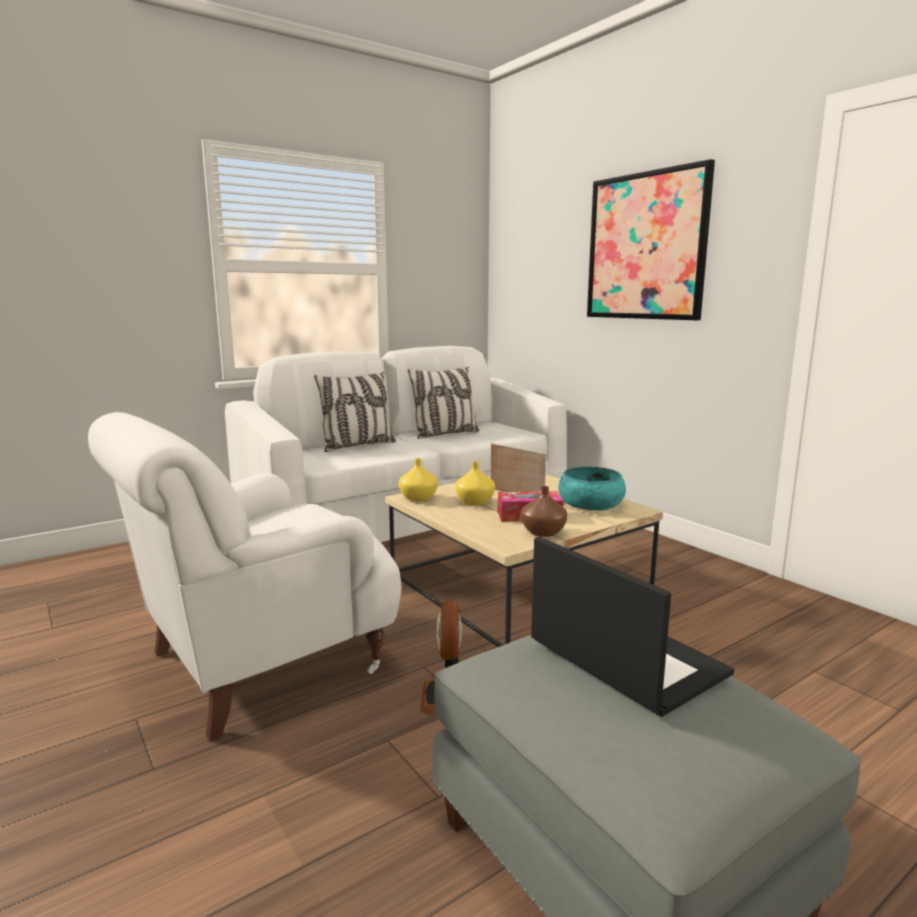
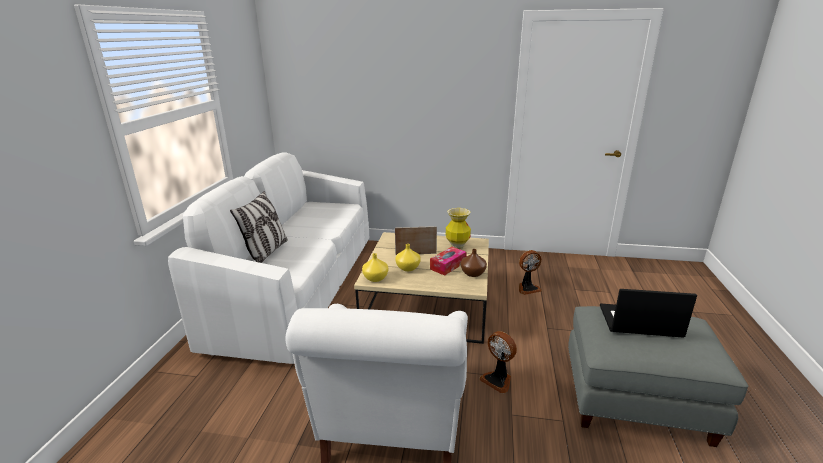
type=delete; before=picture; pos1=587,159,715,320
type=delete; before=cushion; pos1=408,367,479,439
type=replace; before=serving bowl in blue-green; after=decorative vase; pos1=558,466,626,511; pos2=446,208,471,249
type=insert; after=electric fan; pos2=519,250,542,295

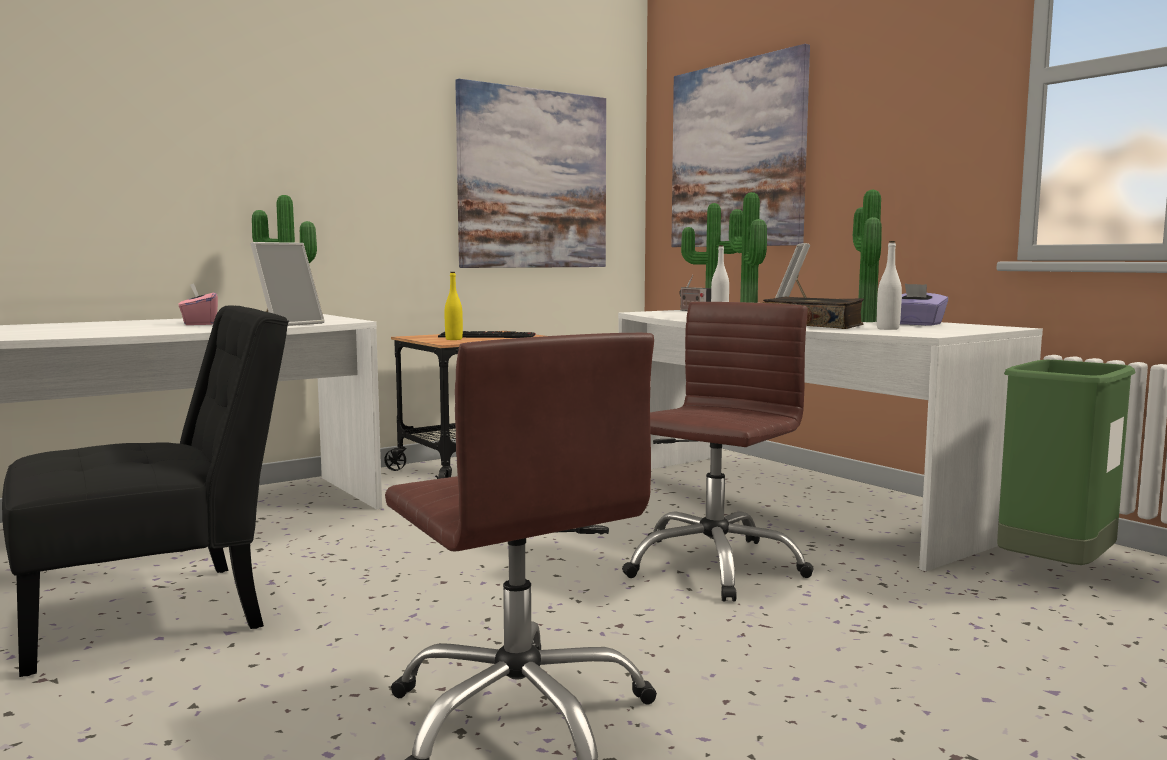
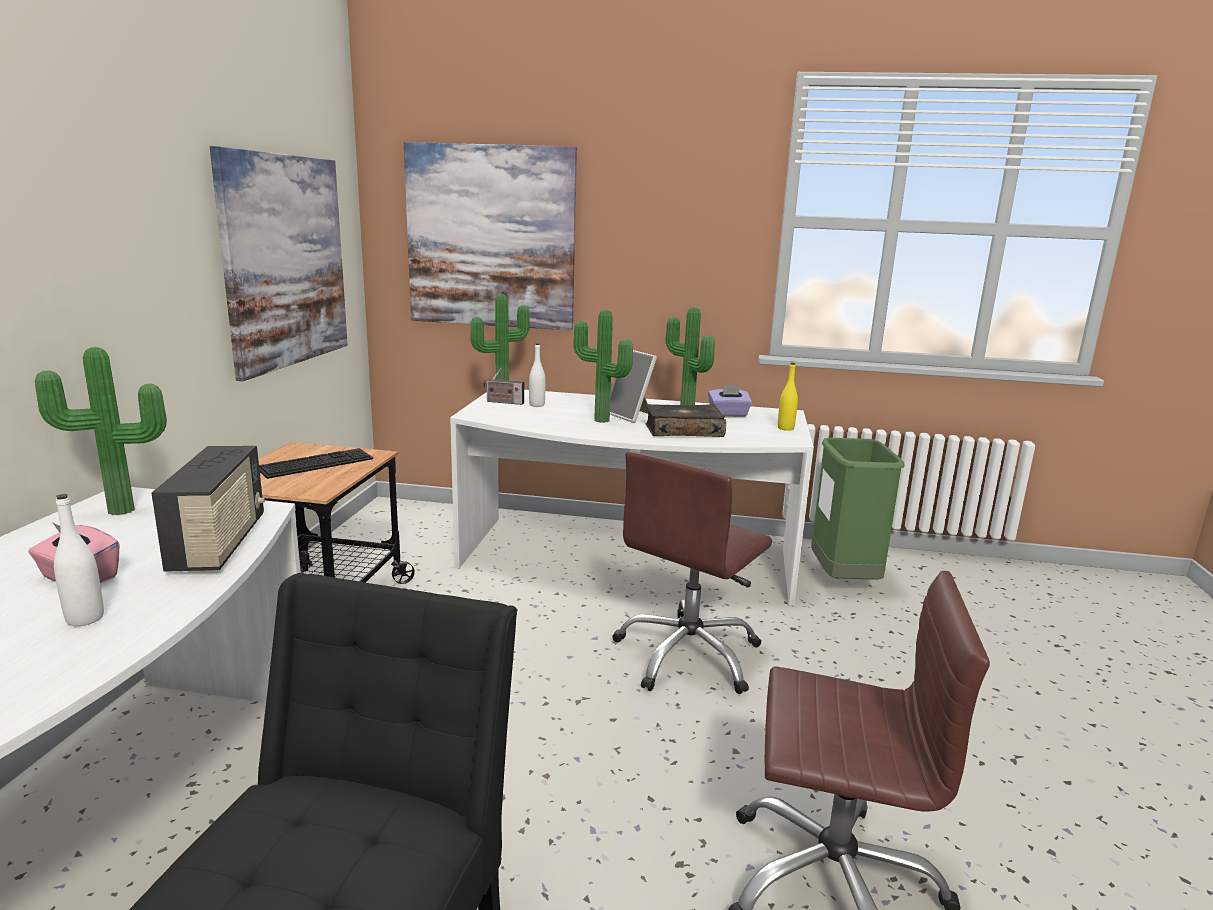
type=move; before=beverage bottle in whitish; pos1=877,241,902,330; pos2=54,494,104,626
type=replace; before=standing frame; after=radio set; pos1=251,242,325,326; pos2=151,446,265,572
type=move; before=beverage bottle in yellowish; pos1=445,272,463,340; pos2=778,363,798,431
type=rotate; before=computer chair in brown; pos1=622,302,814,601; pos2=612,451,772,694; turn=-135

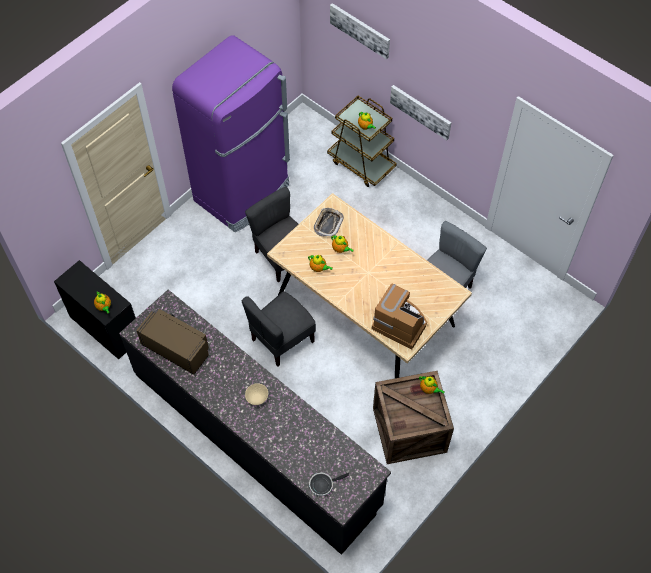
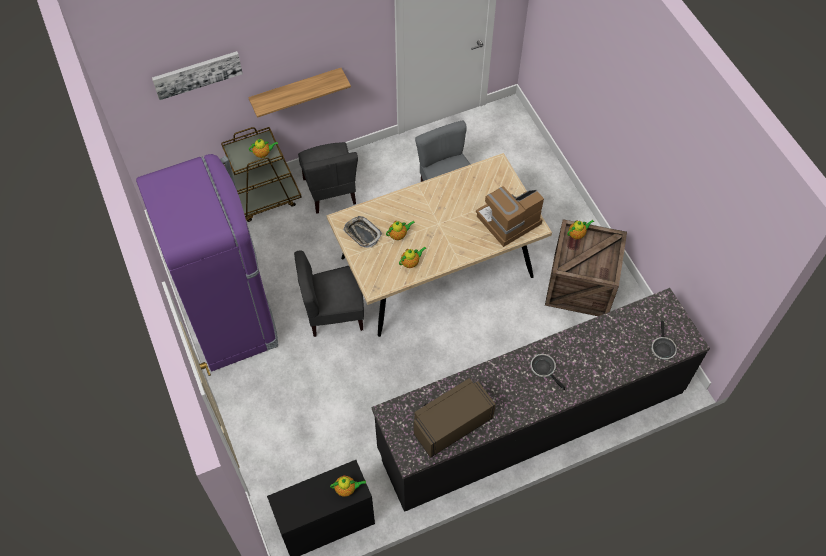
type=replace; before=picture; after=shelf; pos1=390,85,452,140; pos2=248,68,351,118
type=move; before=plain chair in greyish; pos1=242,291,316,366; pos2=298,142,358,214
type=replace; before=serving bowl in sand-coloured; after=skillet; pos1=245,383,268,405; pos2=530,354,565,390

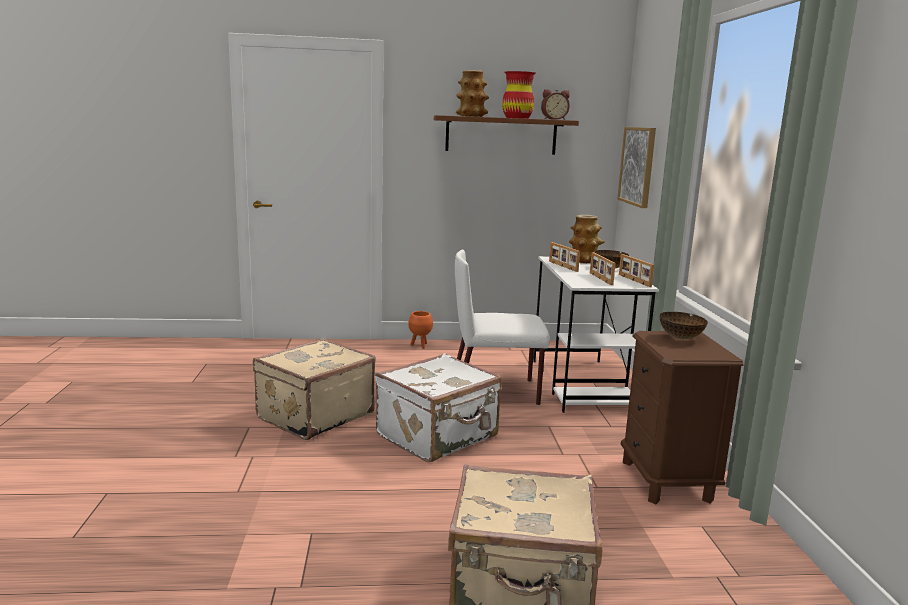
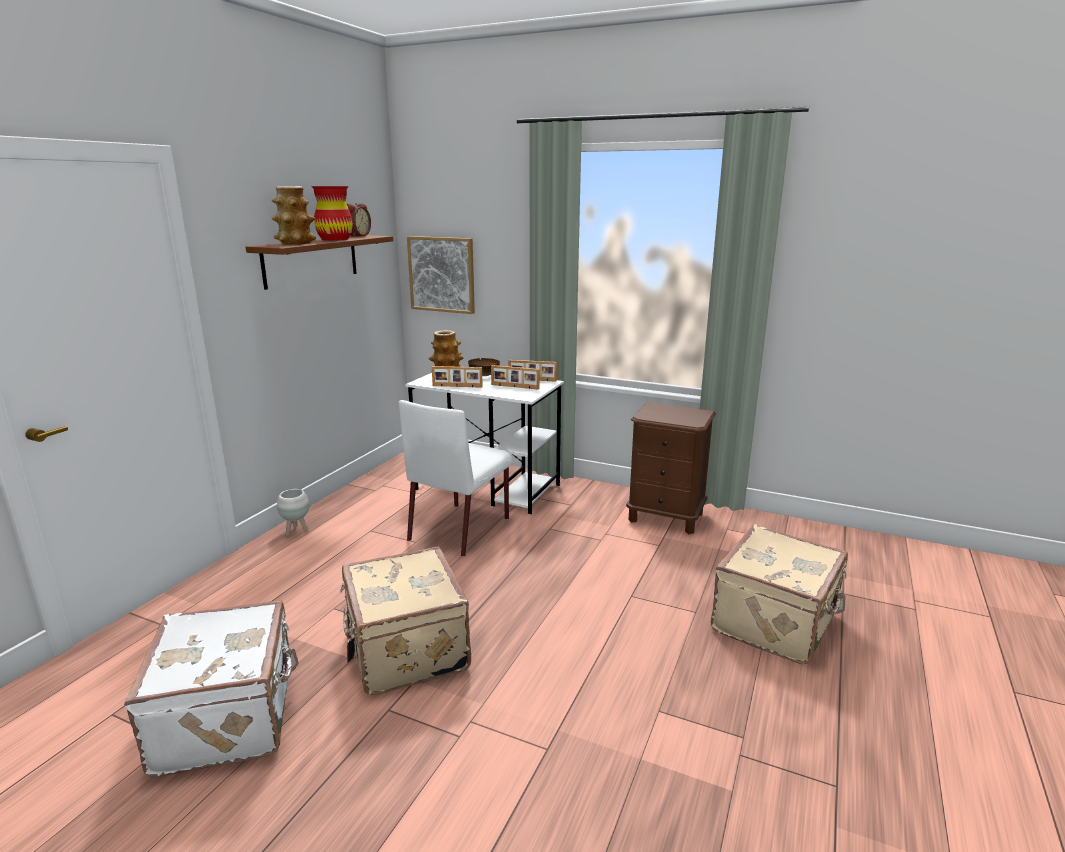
type=recolor; before=flower pot in orange; after=flower pot in whitish; pos1=408,311,433,349; pos2=277,489,309,536
type=delete; before=serving bowl; pos1=660,312,708,339
type=move; before=travel case in whitish; pos1=375,353,502,462; pos2=124,600,299,777

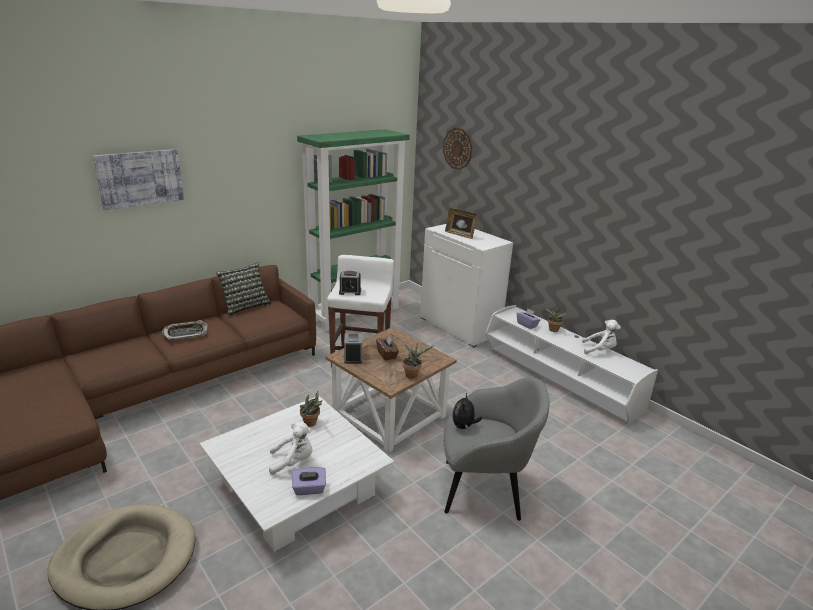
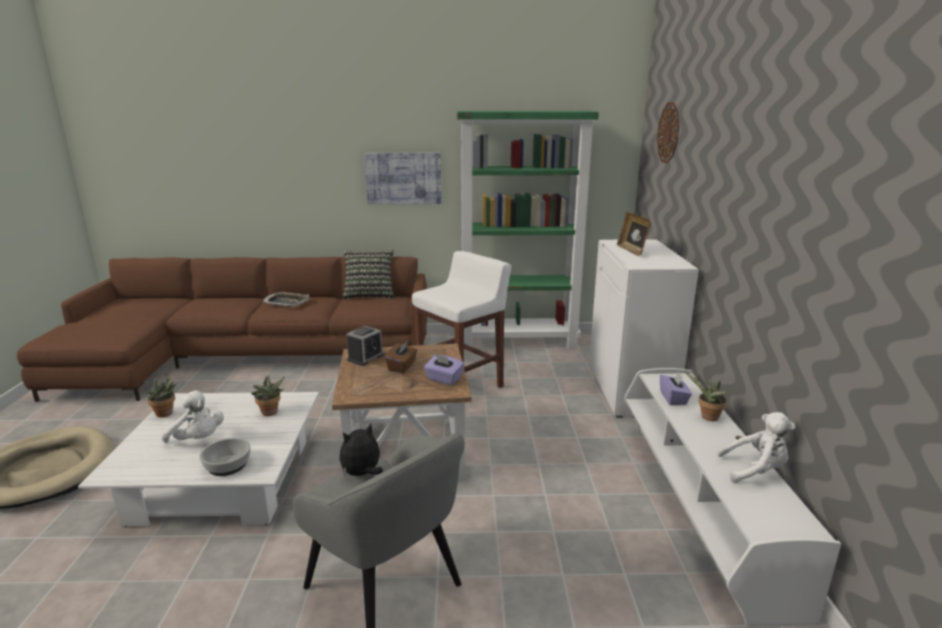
type=move; before=picture; pos1=93,149,184,210; pos2=364,153,442,204
type=delete; before=bedside clock; pos1=339,271,361,295
type=rotate; before=plush toy in whitish; pos1=582,320,621,354; pos2=717,412,795,483; turn=-45
type=move; before=potted plant; pos1=403,343,435,379; pos2=146,373,177,418
type=move; before=tissue holder in purple; pos1=292,467,326,495; pos2=424,354,464,385
type=insert; after=serving bowl; pos2=199,438,250,476

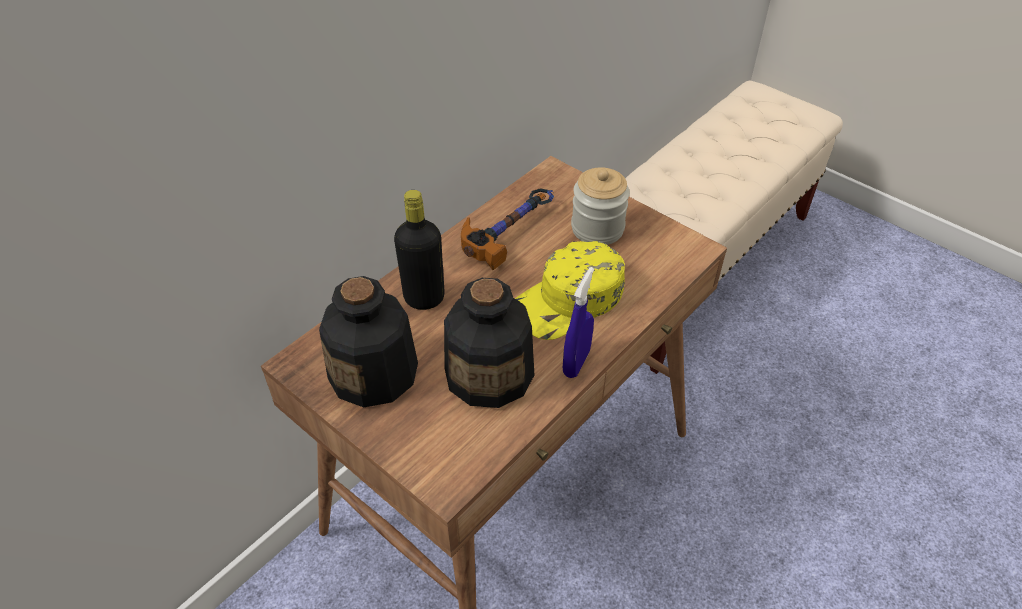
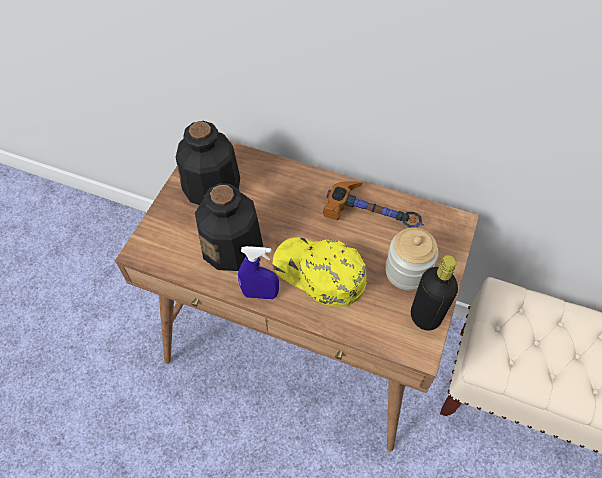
type=move; before=beverage bottle in black-coloured; pos1=394,190,445,310; pos2=411,255,458,331

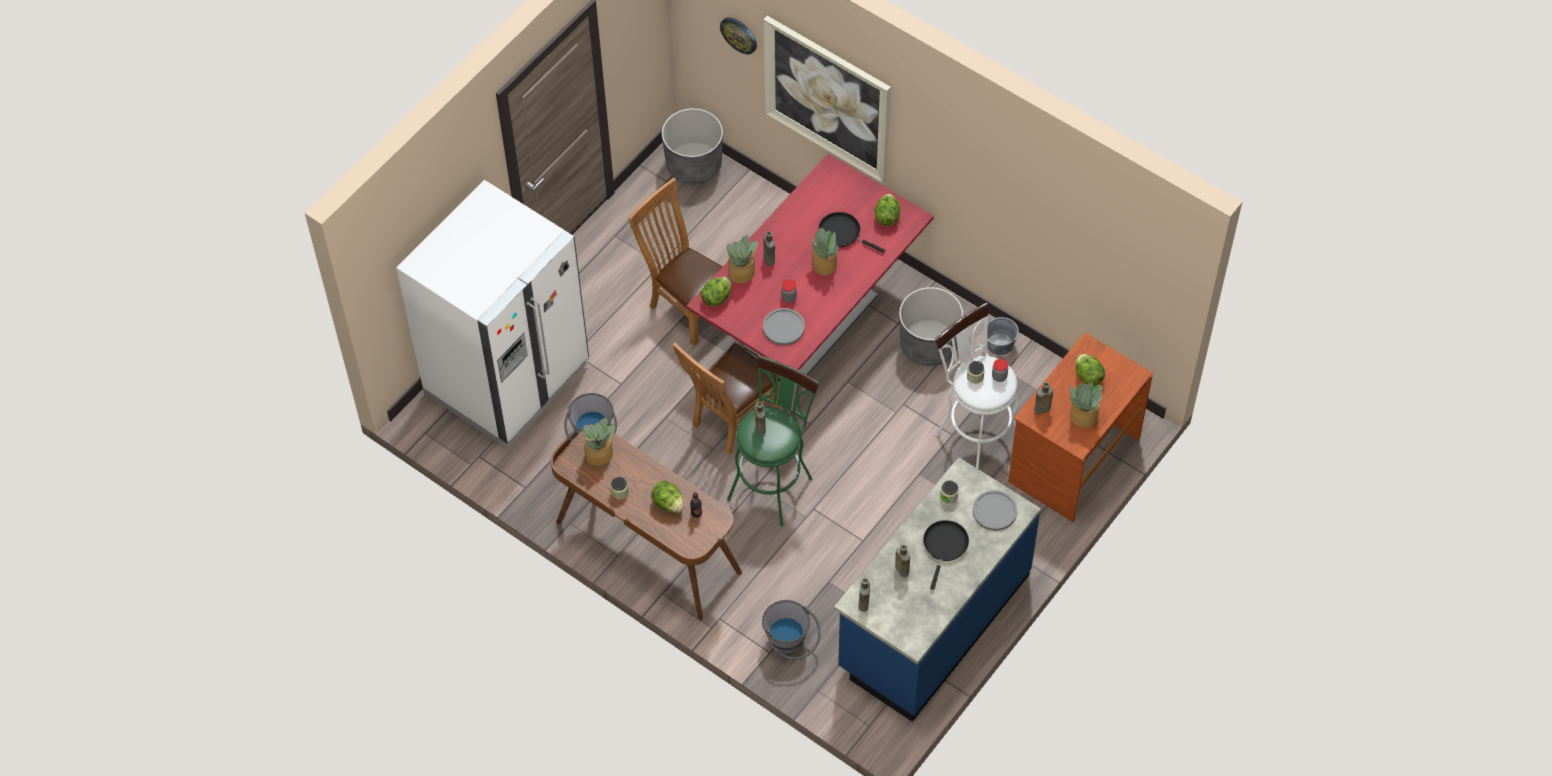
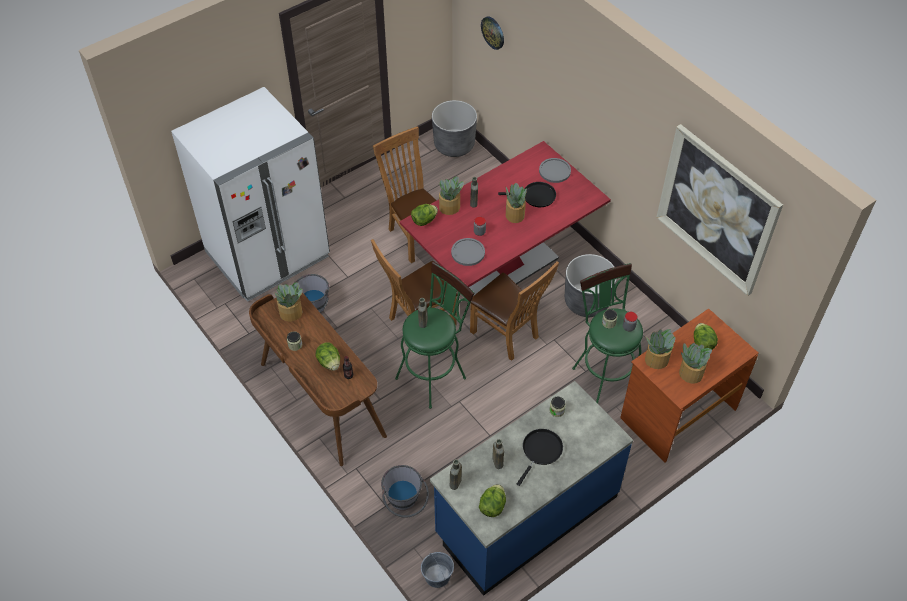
type=move; before=picture; pos1=763,16,891,184; pos2=656,124,783,296
type=move; before=lettuce; pos1=875,194,900,226; pos2=479,484,506,517
type=rotate; before=skillet in black-coloured; pos1=818,212,885,253; pos2=498,182,556,207; turn=135
type=recolor; before=stool in whitish; after=stool in greenish; pos1=935,303,1018,469; pos2=572,263,643,404
type=move; before=pail in greyish; pos1=984,317,1019,356; pos2=421,552,454,588
type=replace; before=beverage bottle in brown; after=potted plant; pos1=1034,382,1053,414; pos2=645,329,676,369
type=move; before=dinner plate in greyish; pos1=973,490,1017,531; pos2=539,158,571,183
type=insert; after=plain chair in brown; pos2=470,261,559,361

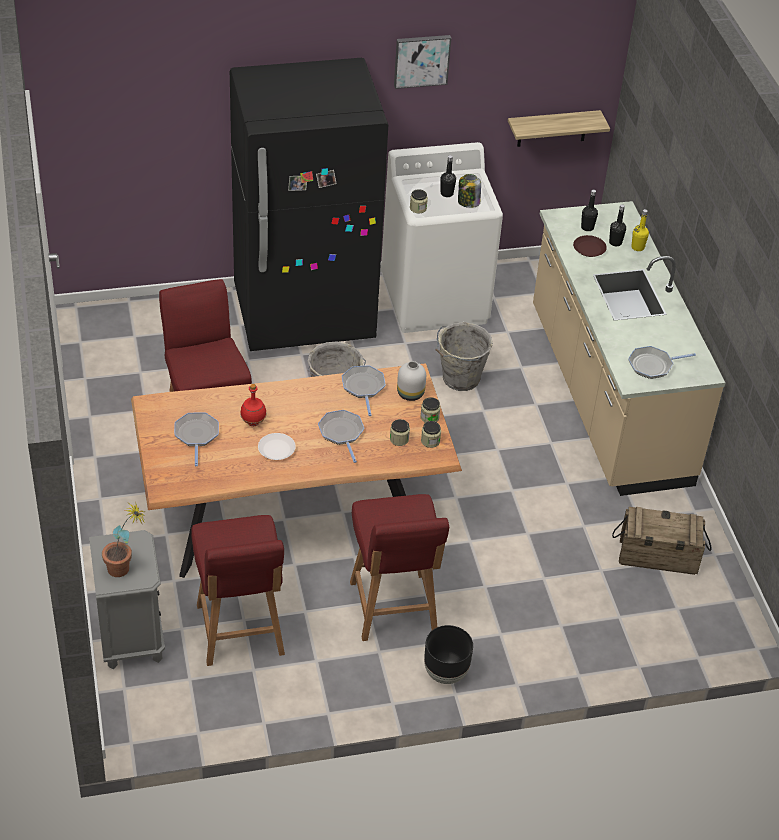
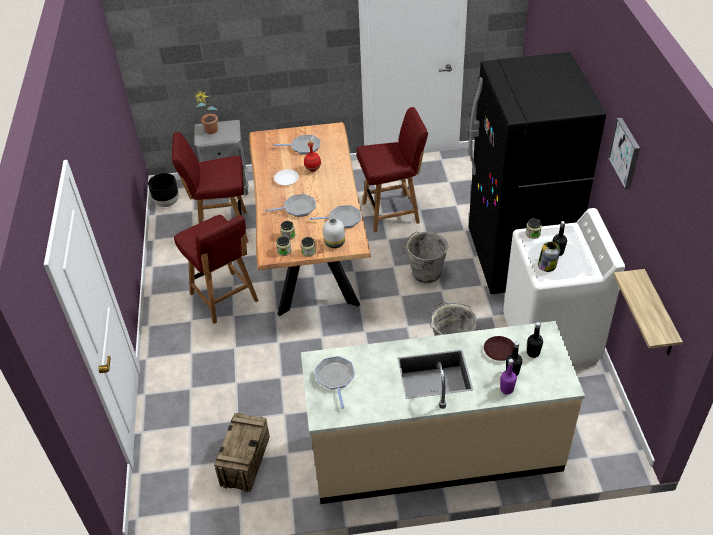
type=recolor; before=beverage bottle in yellowish; after=beverage bottle in purple; pos1=632,209,649,251; pos2=500,358,517,394
type=rotate; before=plain chair in reddish; pos1=350,494,449,641; pos2=174,215,259,324; turn=-120
type=move; before=flower pot in black-coloured; pos1=424,625,473,684; pos2=148,173,179,207

